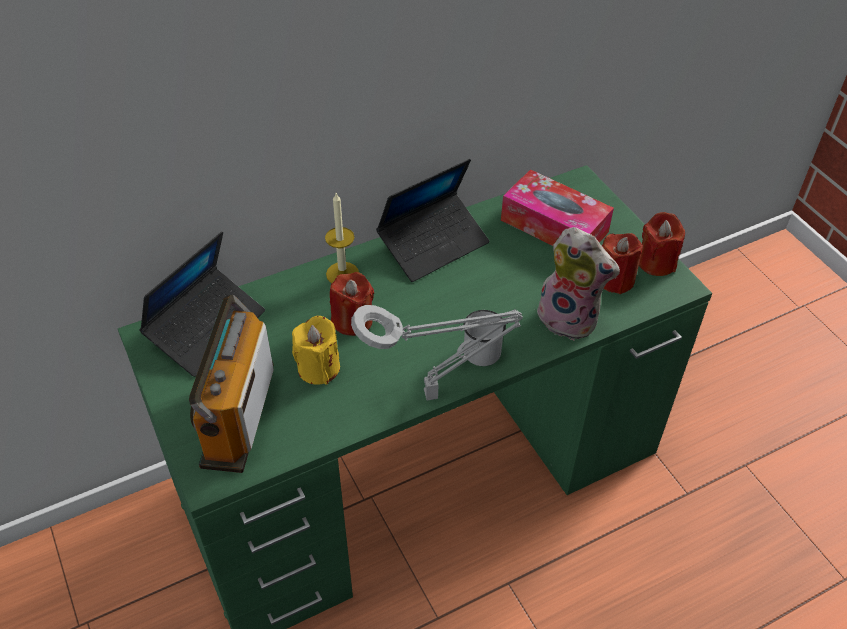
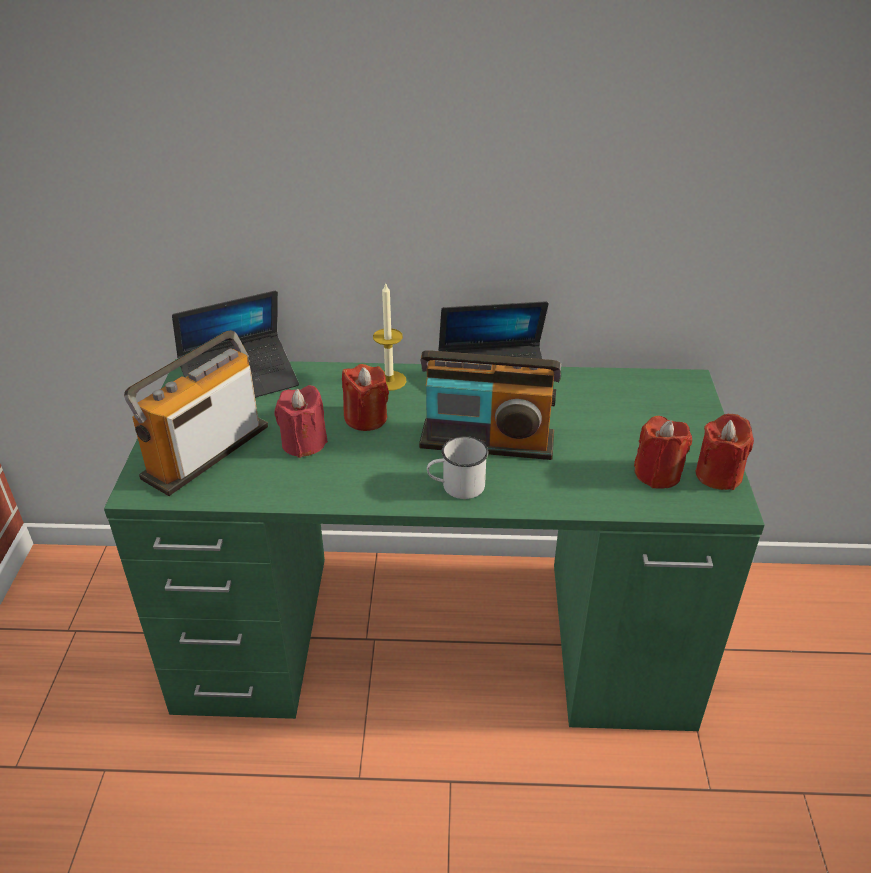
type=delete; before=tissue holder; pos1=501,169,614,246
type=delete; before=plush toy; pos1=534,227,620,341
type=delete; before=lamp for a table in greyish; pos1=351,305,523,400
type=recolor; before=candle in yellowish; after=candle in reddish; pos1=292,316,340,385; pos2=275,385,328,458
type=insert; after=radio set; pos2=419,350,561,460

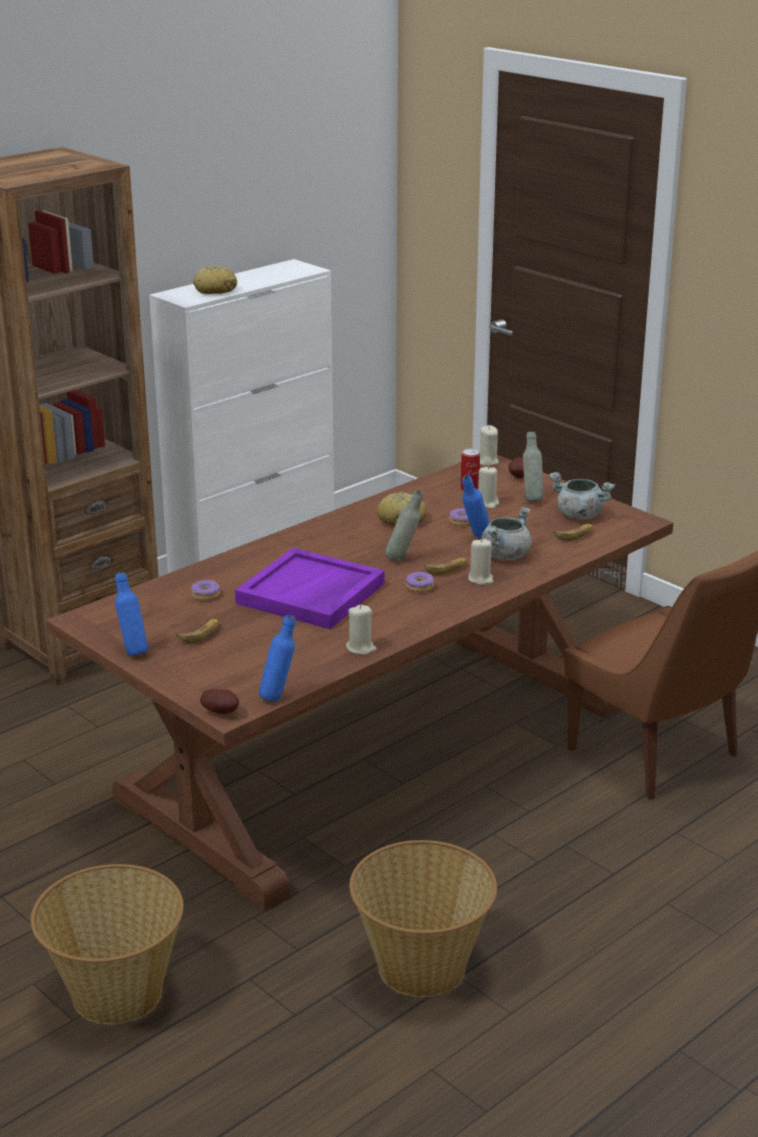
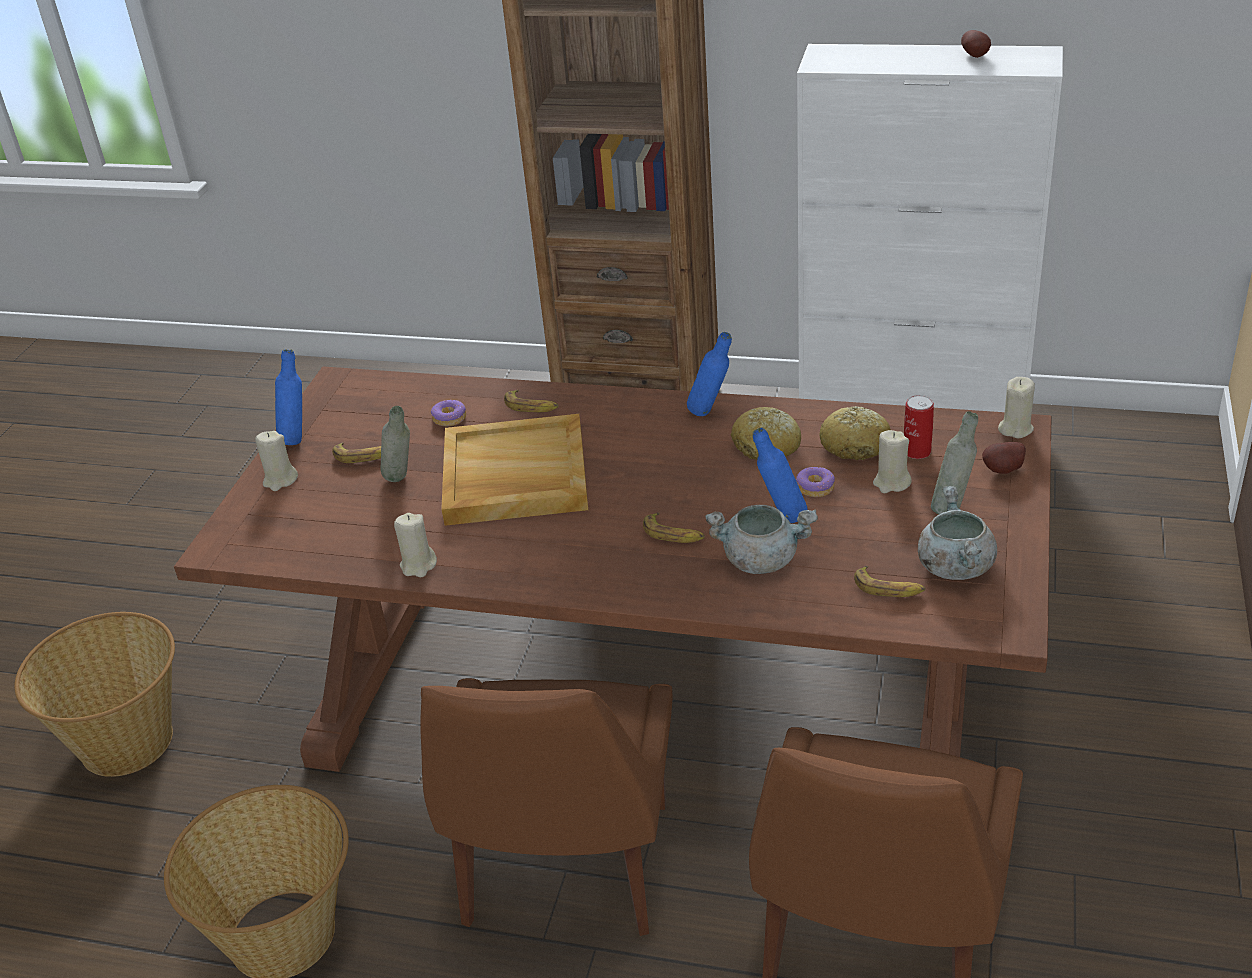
type=move; before=bakery bread; pos1=193,266,237,294; pos2=819,406,891,460
type=move; before=beverage bottle in greyish; pos1=385,490,423,561; pos2=381,406,410,482
type=move; before=candle in sand-coloured; pos1=468,538,494,585; pos2=255,431,298,491
type=recolor; before=tray in purple; after=tray in sand-coloured; pos1=235,548,385,629; pos2=441,414,588,526
type=delete; before=ring doughnut; pos1=406,572,434,592
type=move; before=beverage bottle in blue-coloured; pos1=259,615,295,702; pos2=687,332,732,416
type=move; before=whole potato; pos1=200,689,239,714; pos2=961,30,991,58
type=insert; after=whole banana; pos2=504,390,559,412
type=insert; after=plain chair in brown; pos2=420,678,672,936

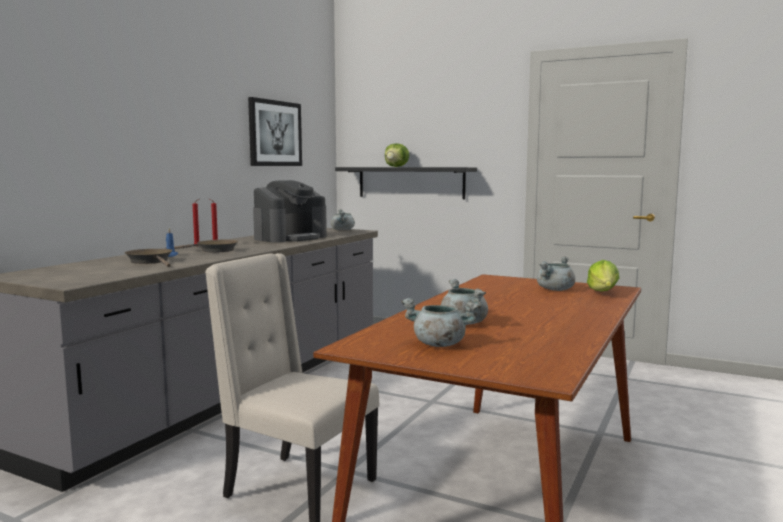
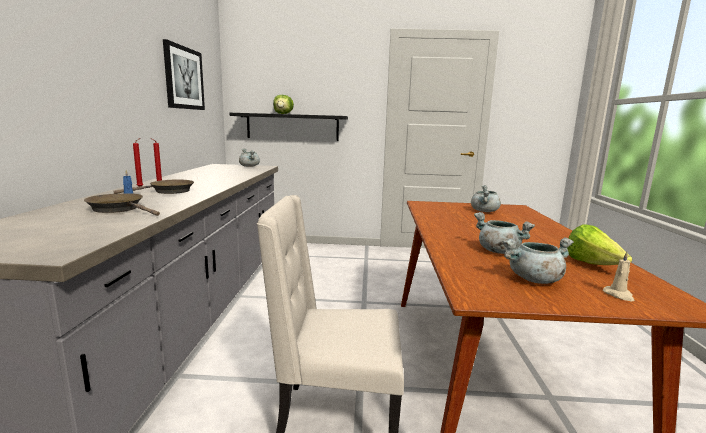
type=delete; before=coffee brewer; pos1=253,180,327,243
type=move; before=lettuce; pos1=587,260,620,291; pos2=567,224,632,265
type=insert; after=candle in sand-coloured; pos2=603,251,635,301

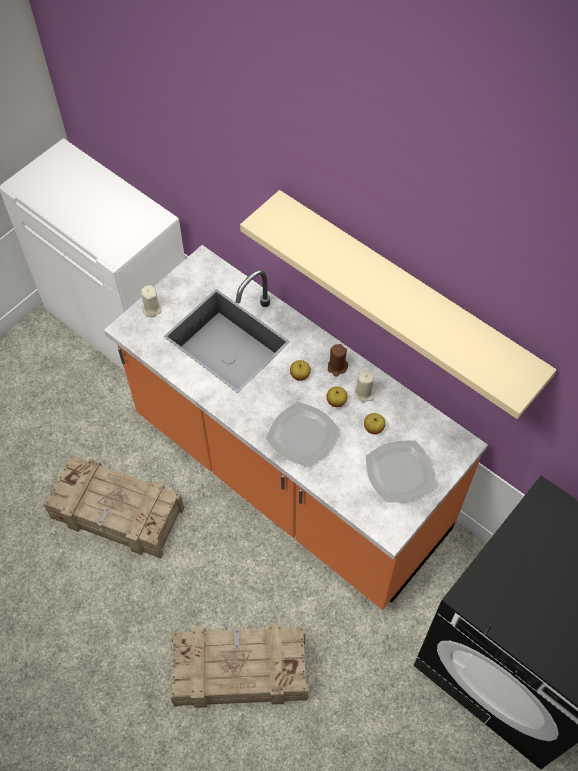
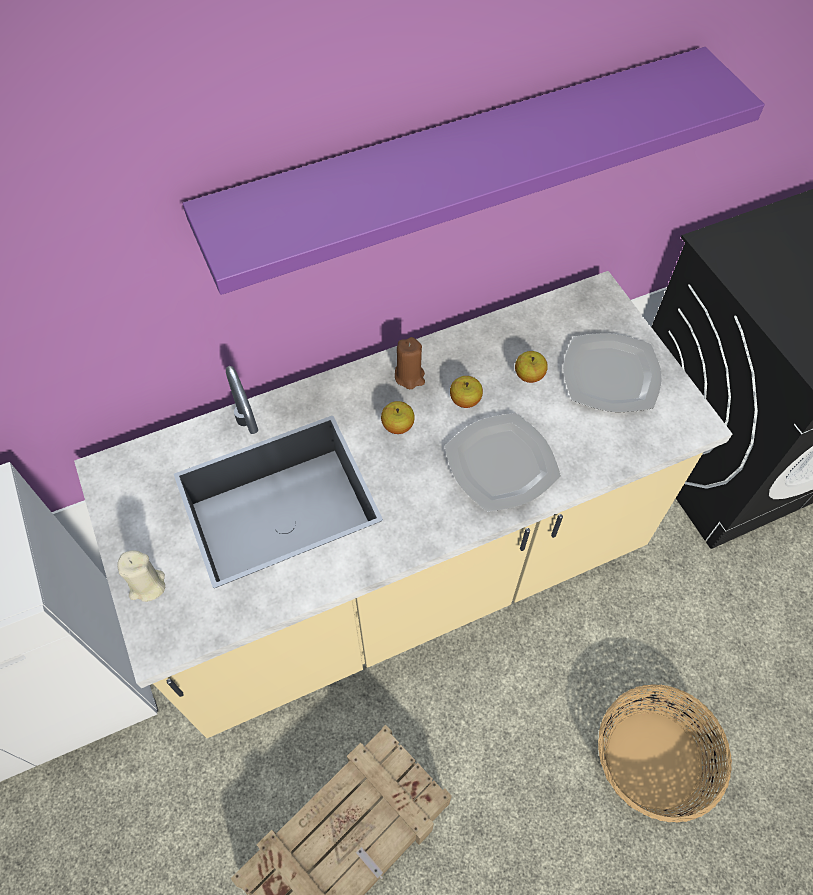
type=recolor; before=shelf in sand-coloured; after=shelf in purple; pos1=240,190,557,419; pos2=183,47,765,295
type=recolor; before=kitchen base unit in orange; after=kitchen base unit in sand-coloured; pos1=104,245,488,610; pos2=74,271,732,738
type=delete; before=candle in sand-coloured; pos1=354,371,374,402
type=replace; before=packing crate; after=basket; pos1=170,623,308,708; pos2=598,684,732,823

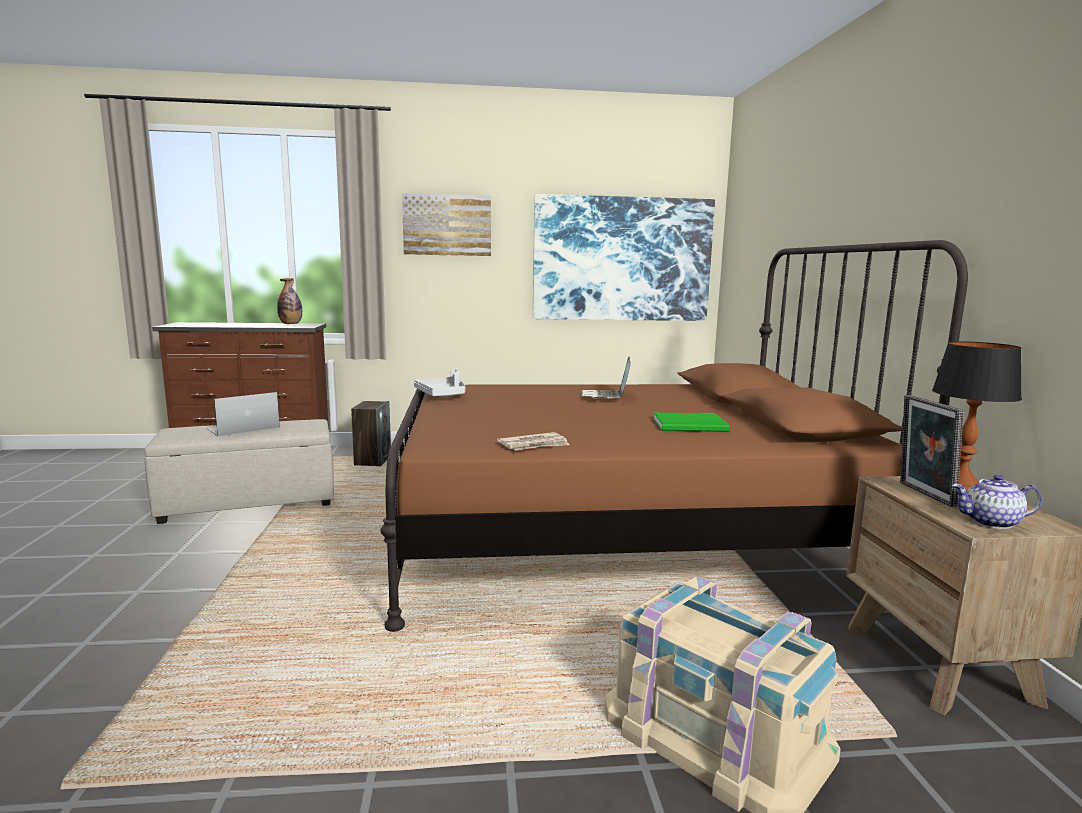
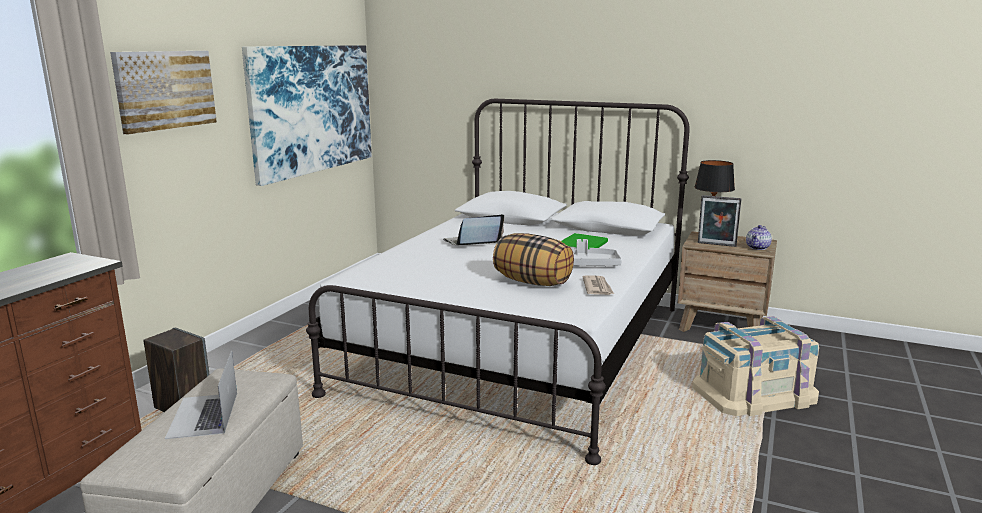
type=recolor; before=sleeping bed in brown; after=sleeping bed in whitish; pos1=380,240,968,632; pos2=306,99,690,465
type=delete; before=beverage bottle; pos1=277,278,302,324
type=rotate; before=portable computer; pos1=580,357,631,399; pos2=443,214,504,245; turn=120
type=move; before=tray in greyish; pos1=414,369,465,397; pos2=571,239,622,266
type=insert; after=cushion; pos2=493,233,574,286

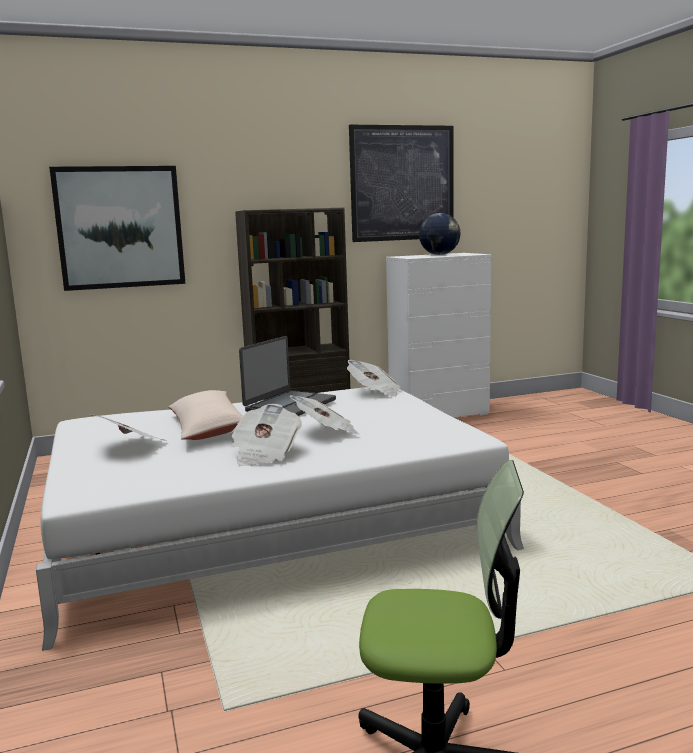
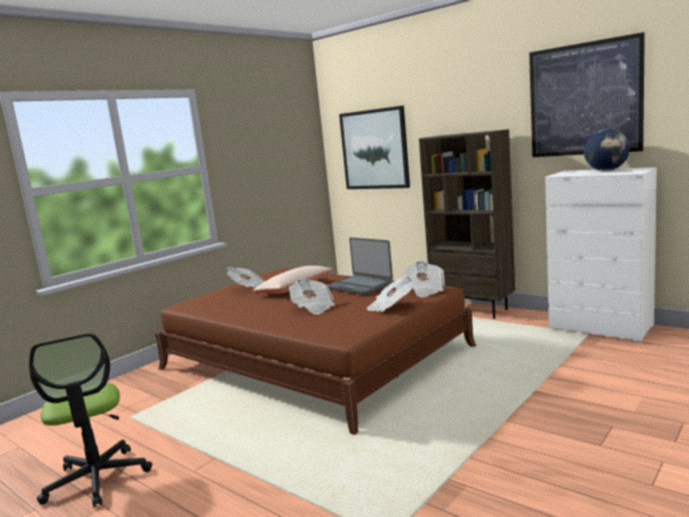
type=rotate; before=portable computer; pos1=239,336,336,416; pos2=327,237,393,295; turn=45
type=recolor; before=sleeping bed in whitish; after=sleeping bed in brown; pos1=36,387,524,651; pos2=155,268,476,435
type=move; before=daily paper; pos1=231,404,302,466; pos2=367,276,414,312

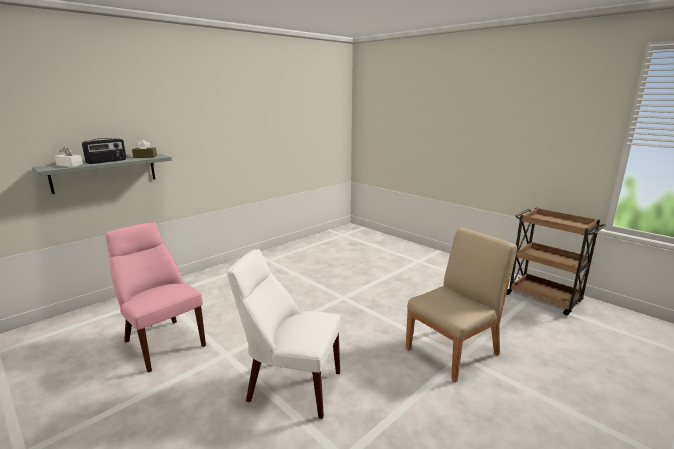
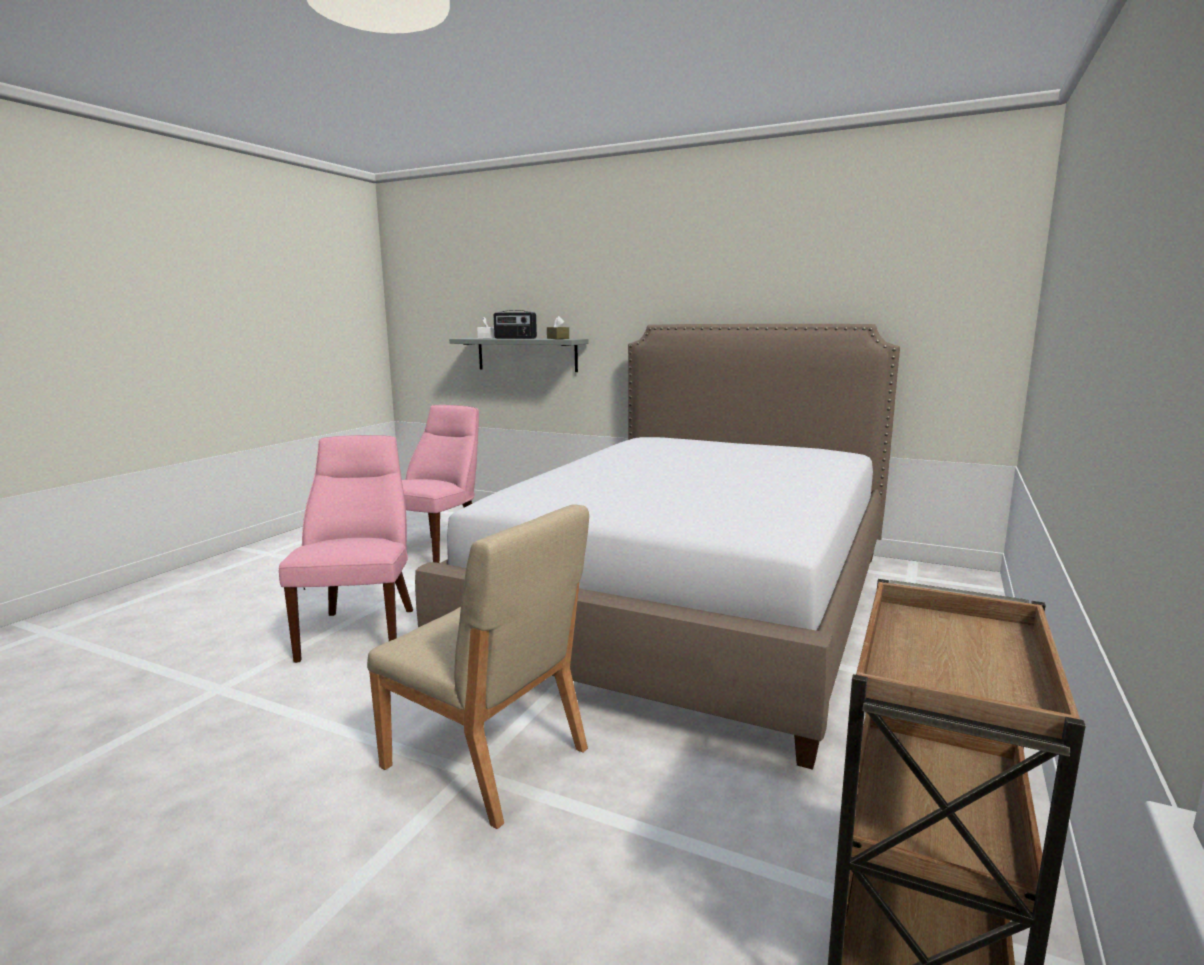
type=recolor; before=plain chair in whitish; after=plain chair in pinkish; pos1=227,249,341,419; pos2=279,435,413,663
type=insert; after=sleeping bed; pos2=415,324,900,770

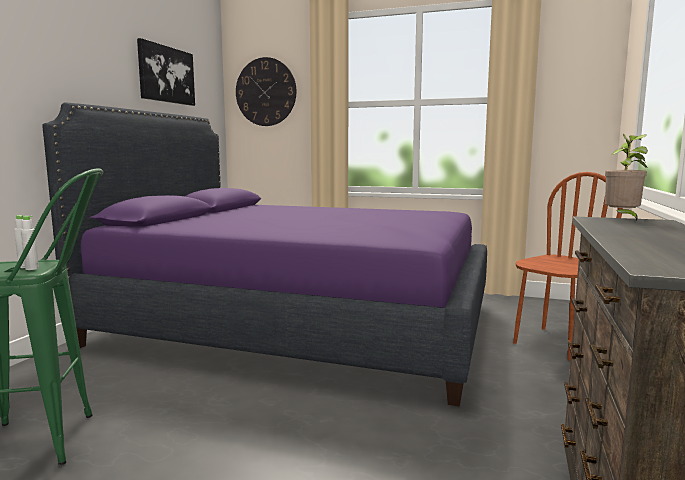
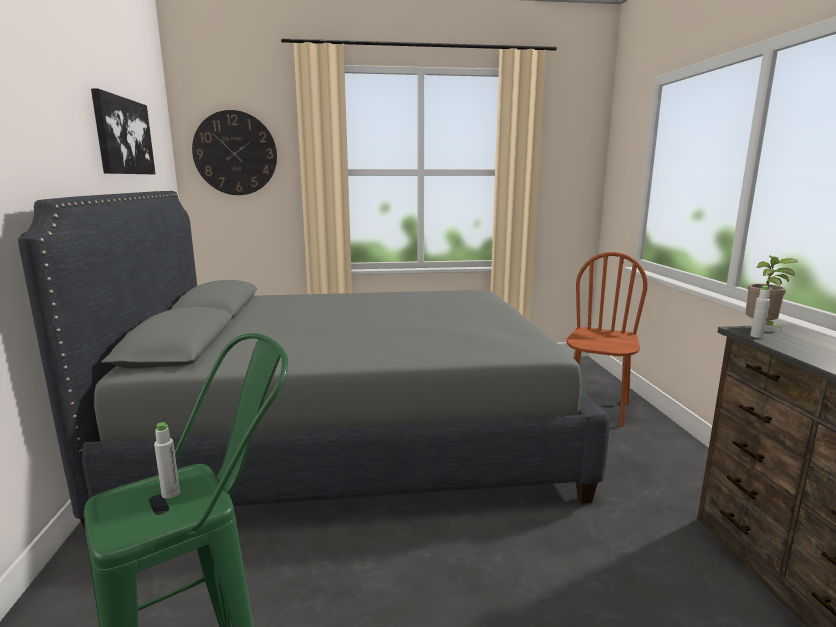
type=recolor; before=sleeping bed in purple; after=sleeping bed in greyish; pos1=42,102,487,406; pos2=18,191,609,530
type=move; before=beverage bottle in whitish; pos1=21,216,39,270; pos2=750,285,770,338

